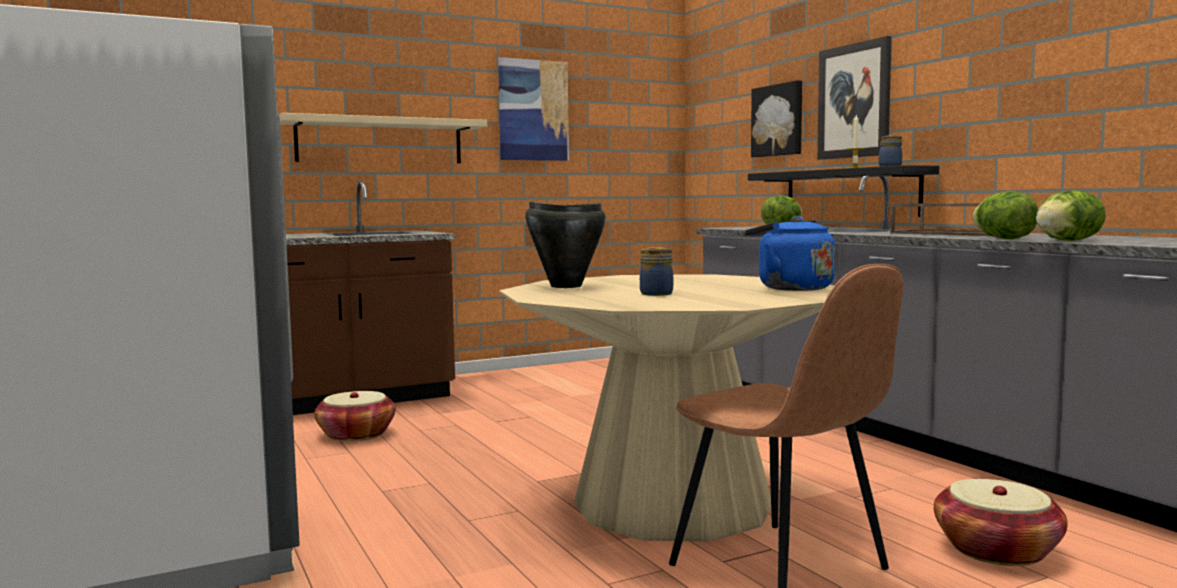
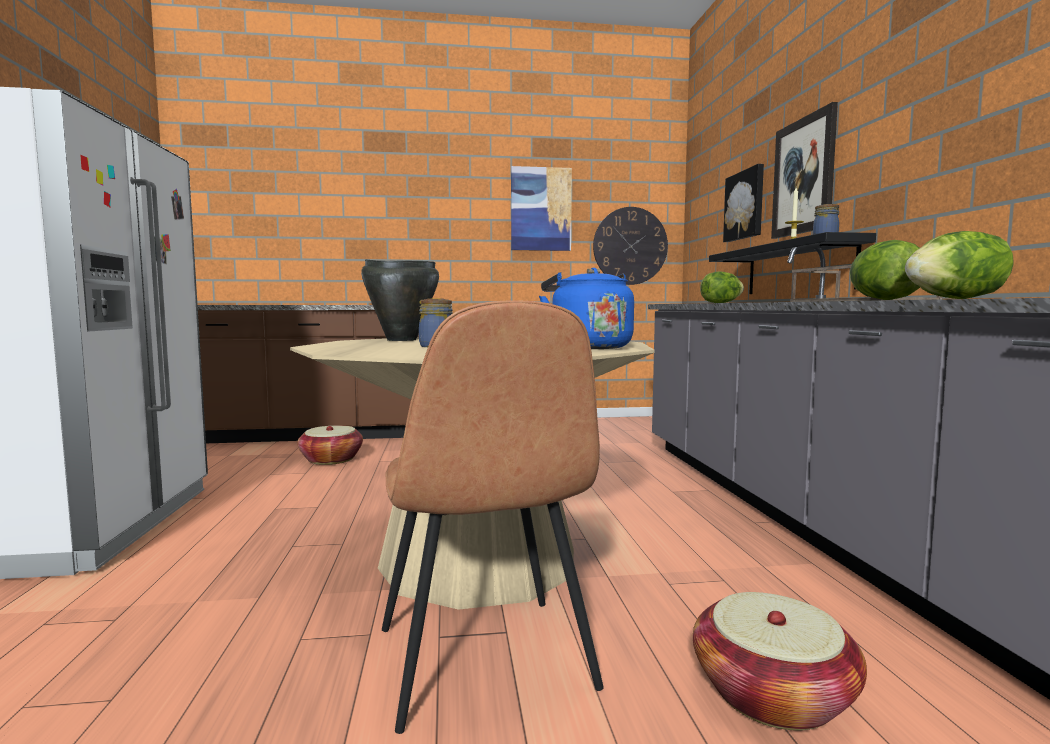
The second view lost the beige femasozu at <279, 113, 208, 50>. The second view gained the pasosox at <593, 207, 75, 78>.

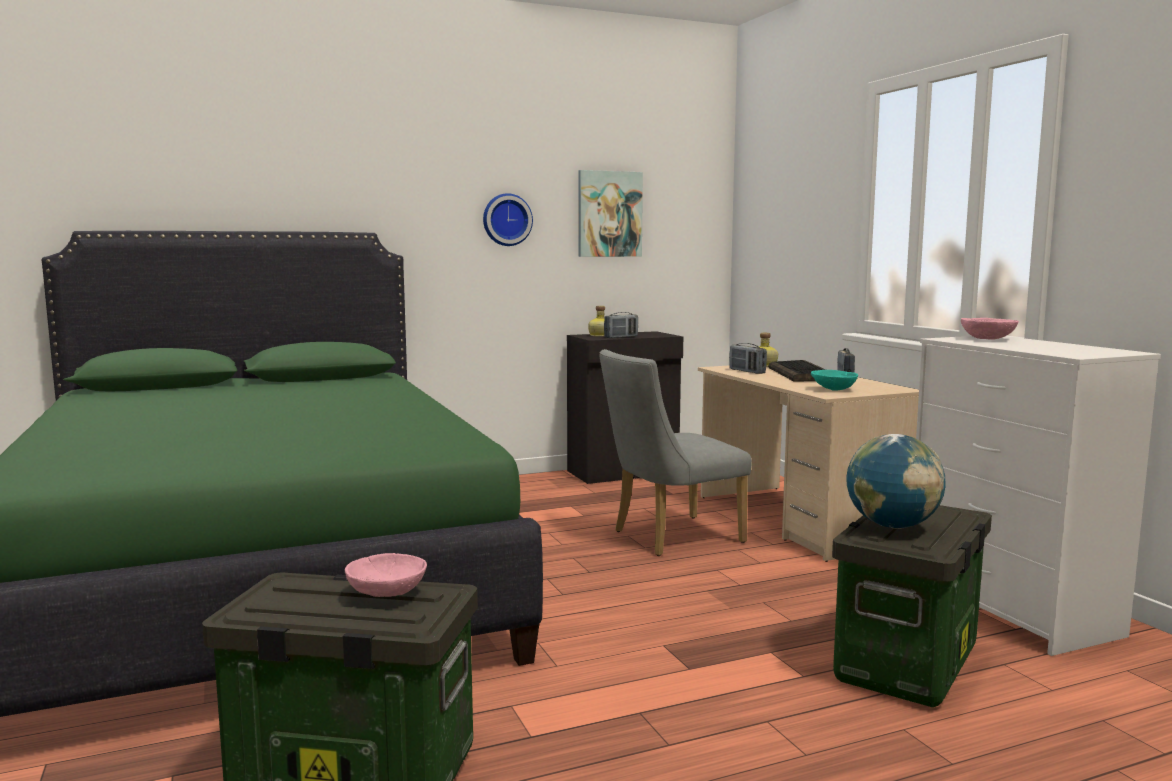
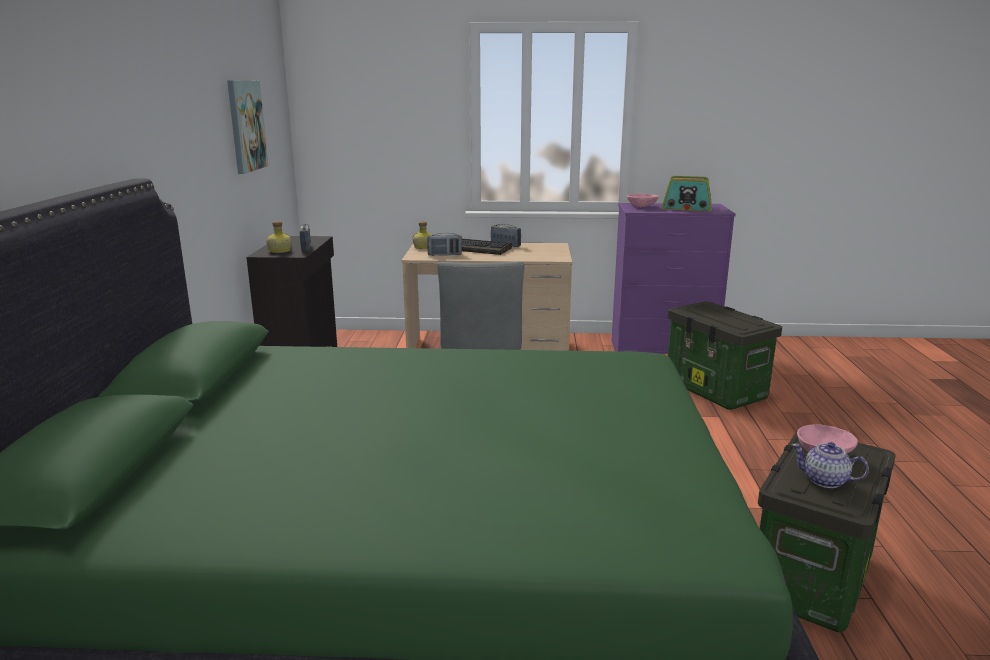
The second view lost the pasosox at <483, 193, 50, 53>. The second view lost the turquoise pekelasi at <811, 370, 47, 21>. The second view lost the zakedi at <846, 434, 100, 95>. What was the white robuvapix at <916, 336, 245, 320> turned into the purple robuvapix at <612, 203, 124, 151>. The second view gained the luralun at <662, 176, 50, 35>. The second view gained the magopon at <791, 442, 78, 46>.

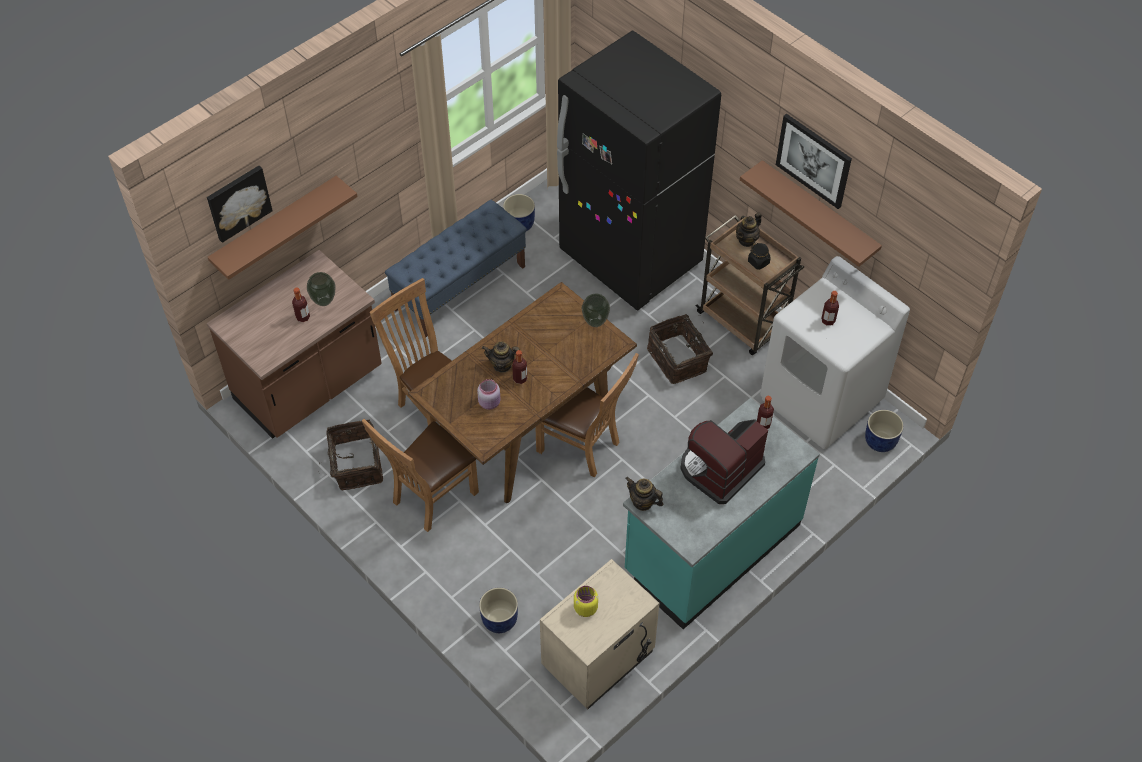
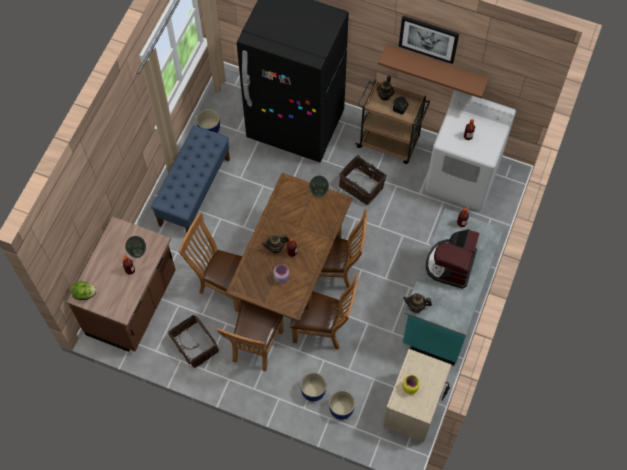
The second view lost the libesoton at <207, 166, 66, 77>. The second view lost the brown femasozu at <208, 176, 149, 104>. The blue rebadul ended up elsewhere, having gone from <865, 410, 39, 42> to <300, 372, 26, 30>. The second view gained the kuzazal at <71, 281, 26, 19>. The second view gained the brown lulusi at <290, 273, 69, 76>.

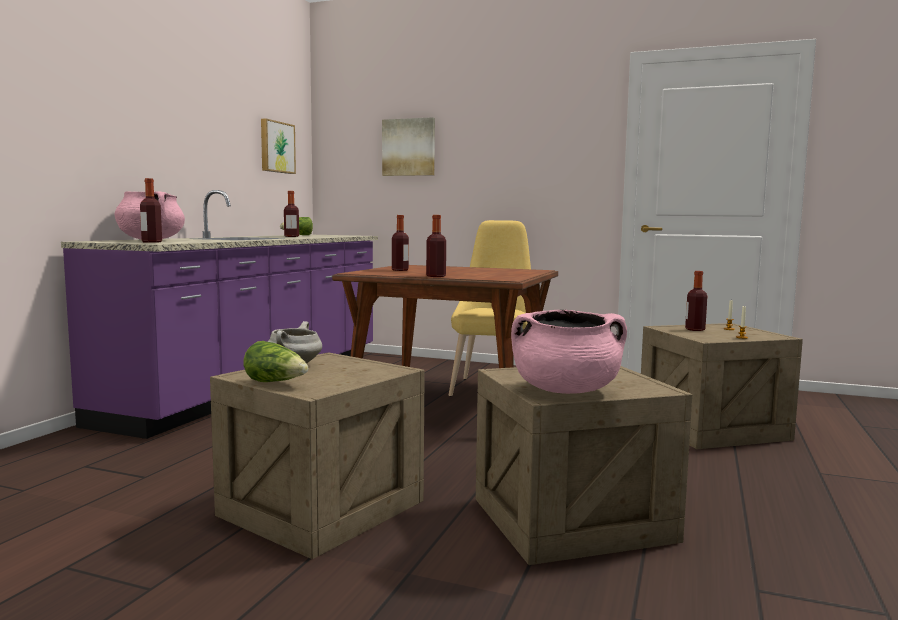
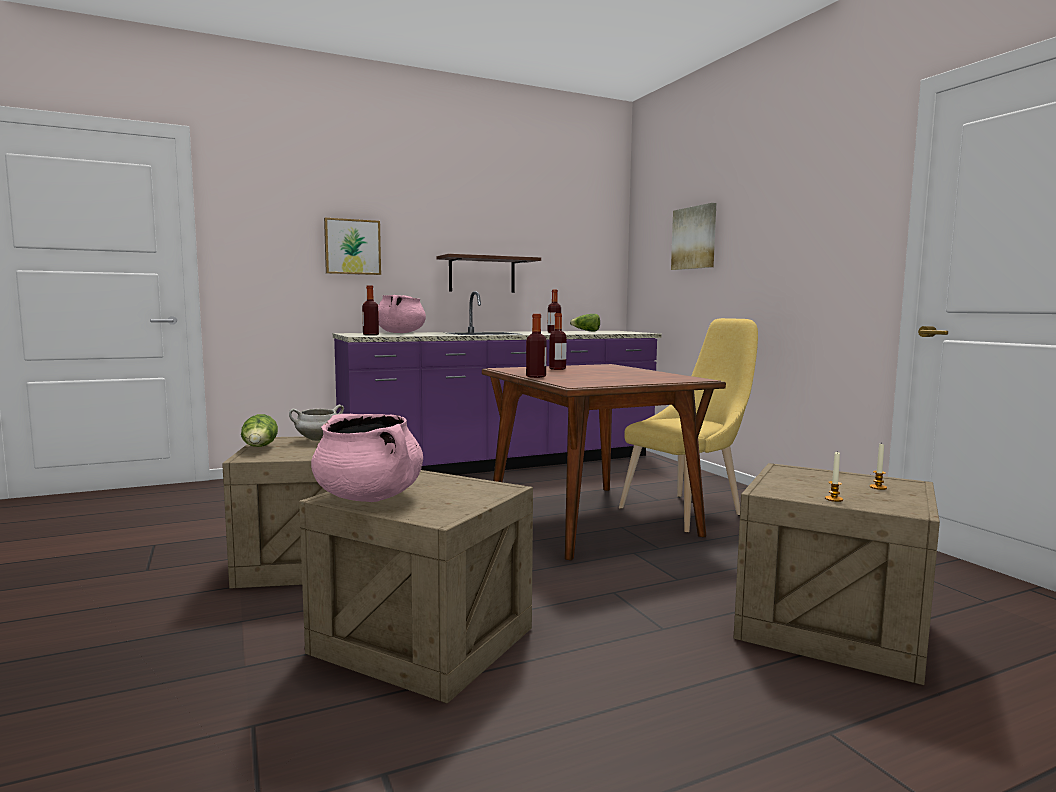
The libesoton ended up elsewhere, having gone from <261, 118, 35, 56> to <324, 218, 57, 57>. The second view lost the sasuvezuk at <685, 271, 22, 60>. The second view gained the brown femasozu at <436, 254, 105, 39>.

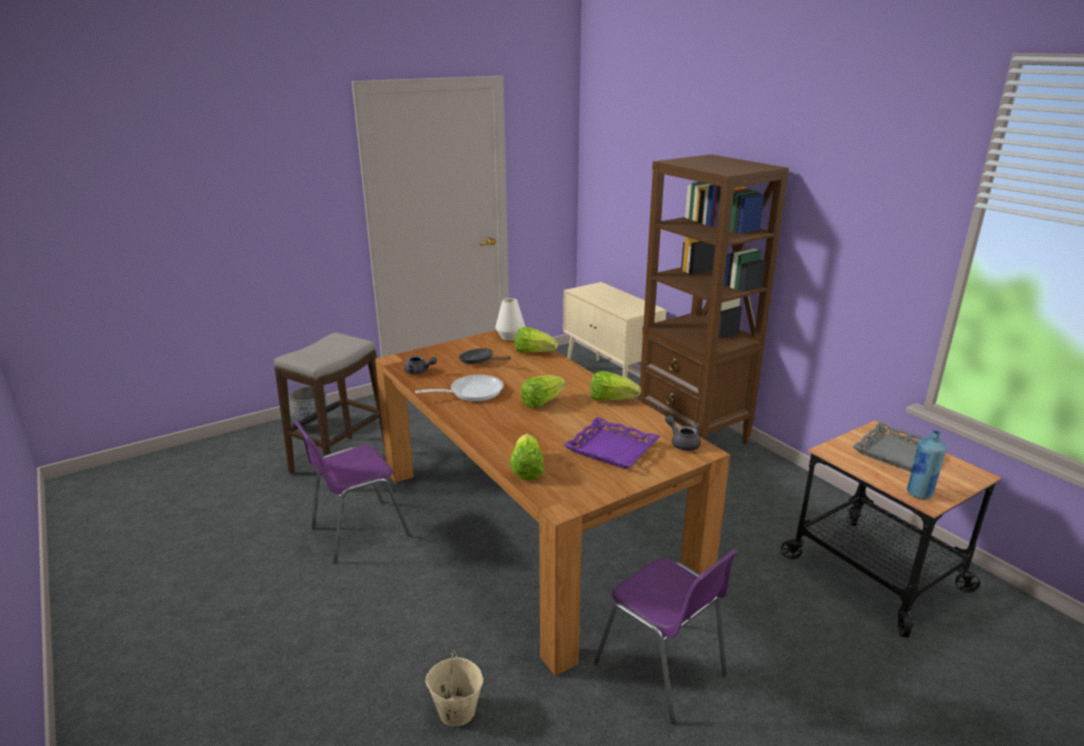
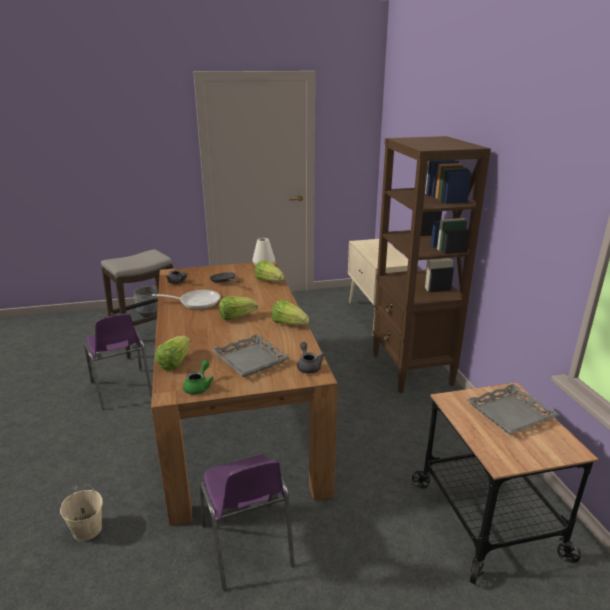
The purple lulusi at <294, 421, 117, 143> ended up facing another way, 105 degrees counterclockwise from before. What was the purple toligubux at <564, 417, 96, 52> turned into the grey toligubux at <212, 334, 78, 43>. The second view lost the blue sasuvezuk at <907, 430, 39, 69>. The second view gained the green magopon at <183, 360, 31, 35>.

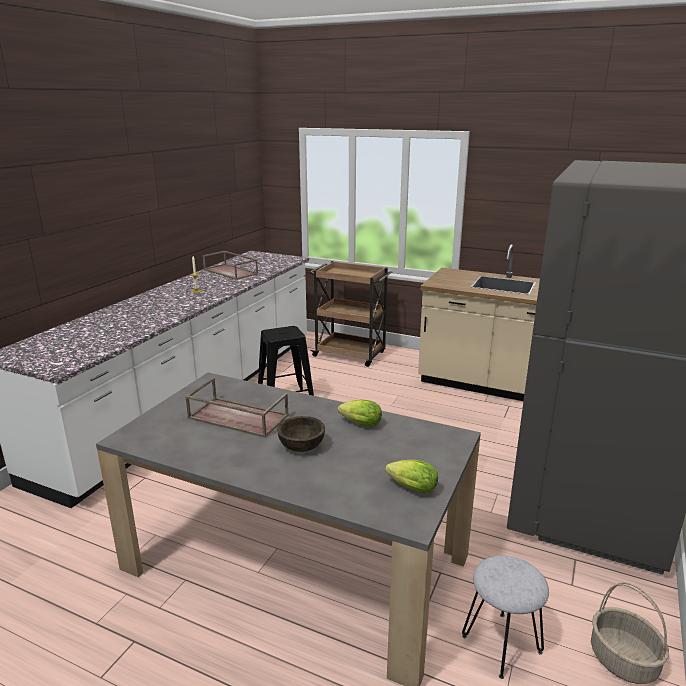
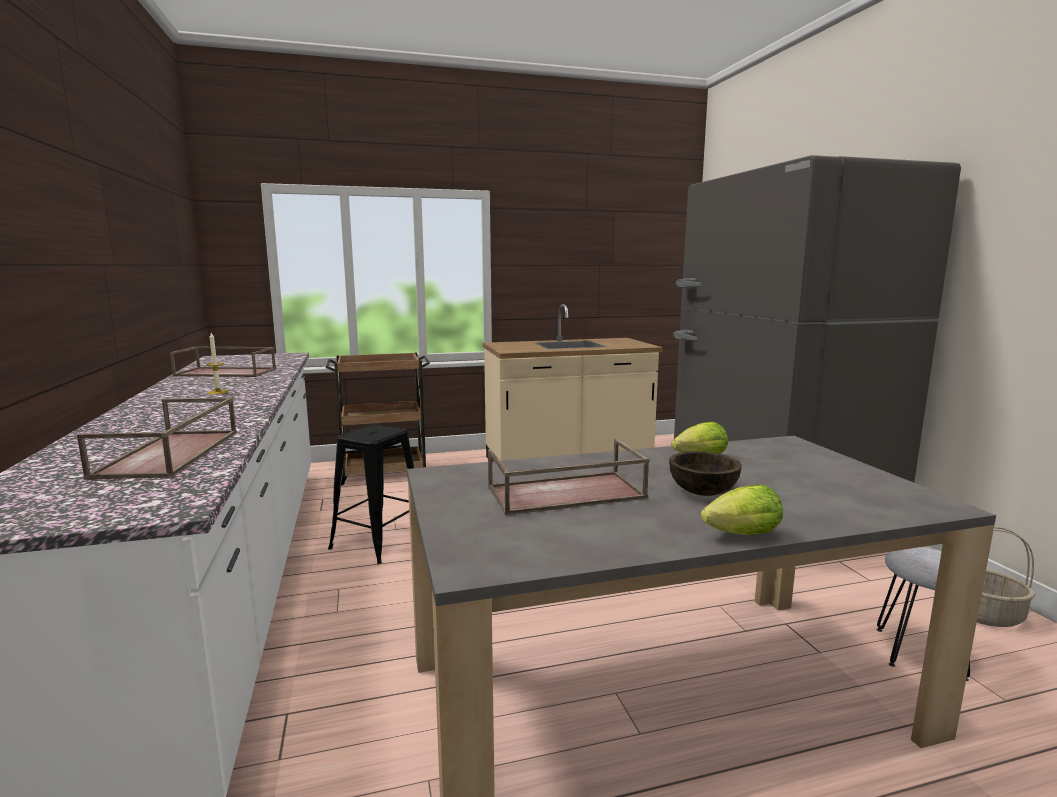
The kuzazal ended up elsewhere, having gone from <385, 460, 53, 34> to <701, 485, 82, 50>. The second view gained the brown toligubux at <77, 398, 160, 82>.

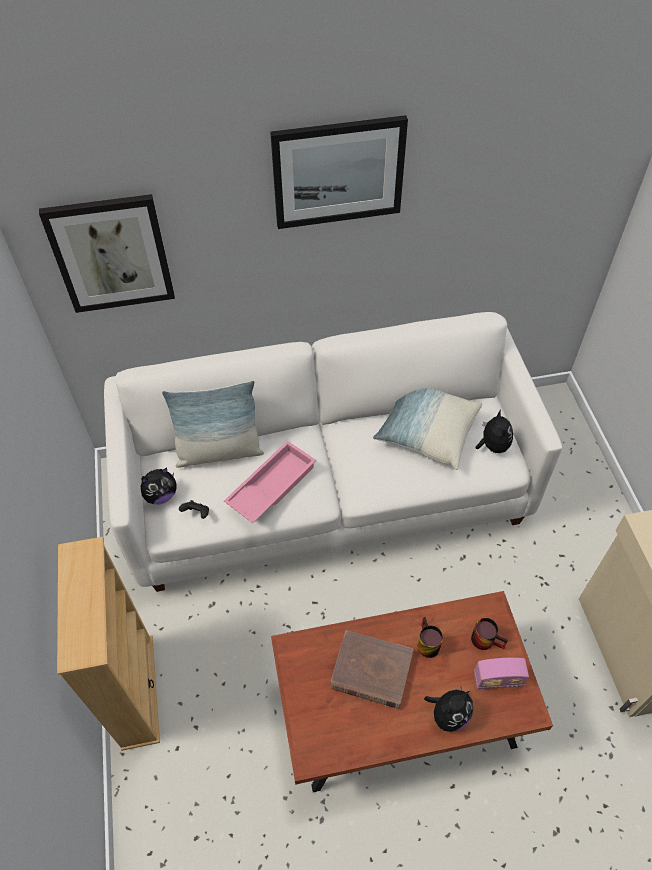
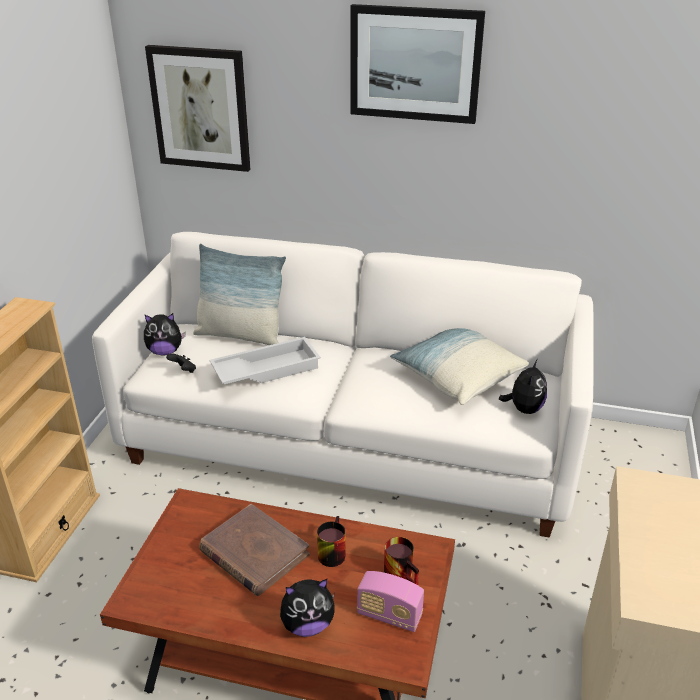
What was the pink toligubux at <224, 440, 92, 83> turned into the white toligubux at <210, 337, 111, 47>.

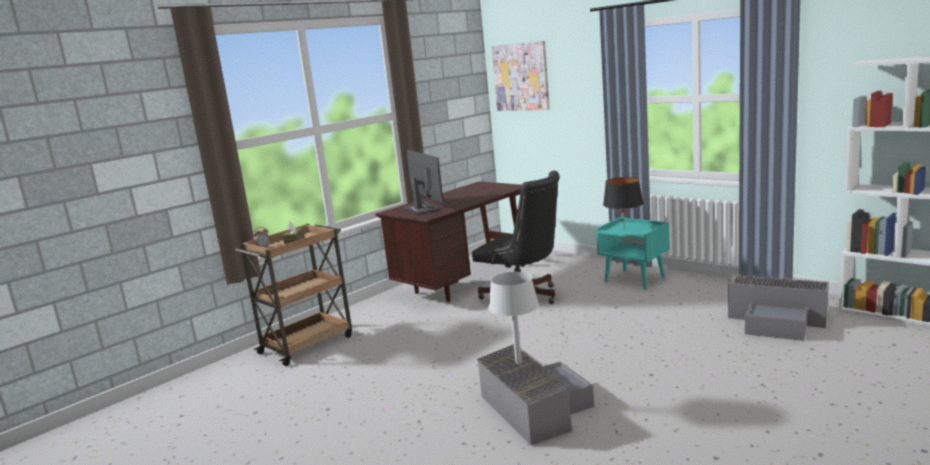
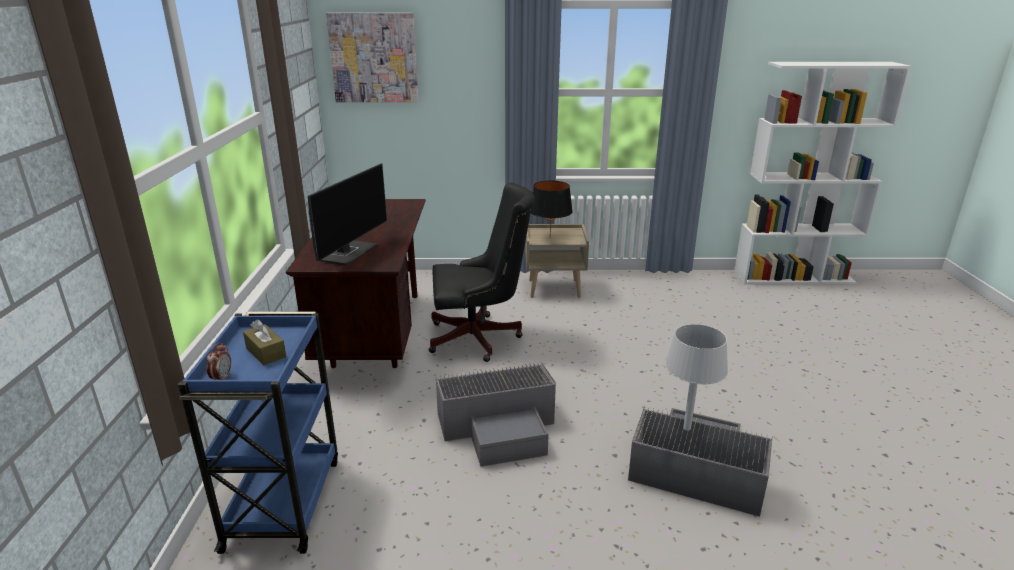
What was the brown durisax at <235, 224, 117, 142> turned into the blue durisax at <178, 312, 160, 242>. The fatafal at <403, 150, 41, 64> ended up facing another way, 90 degrees clockwise from before. What was the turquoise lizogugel at <596, 217, 74, 73> turned into the beige lizogugel at <525, 224, 64, 74>. The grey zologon ended up elsewhere, having gone from <728, 273, 101, 68> to <436, 362, 120, 105>.

